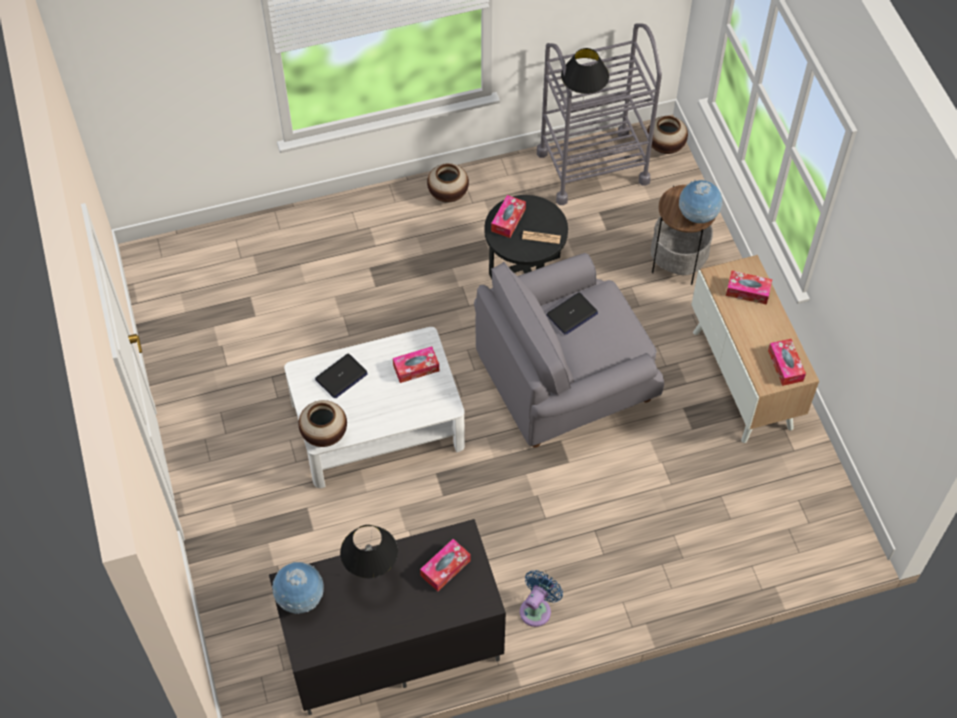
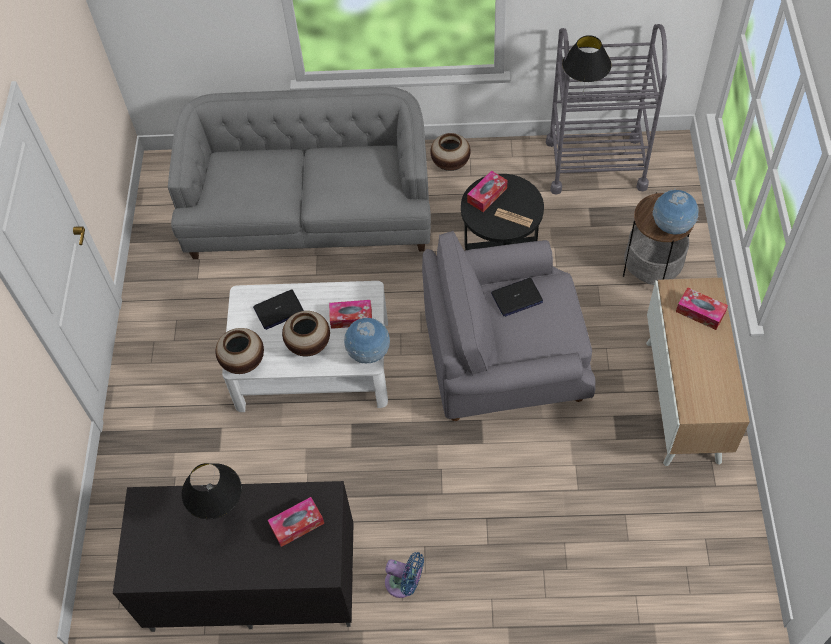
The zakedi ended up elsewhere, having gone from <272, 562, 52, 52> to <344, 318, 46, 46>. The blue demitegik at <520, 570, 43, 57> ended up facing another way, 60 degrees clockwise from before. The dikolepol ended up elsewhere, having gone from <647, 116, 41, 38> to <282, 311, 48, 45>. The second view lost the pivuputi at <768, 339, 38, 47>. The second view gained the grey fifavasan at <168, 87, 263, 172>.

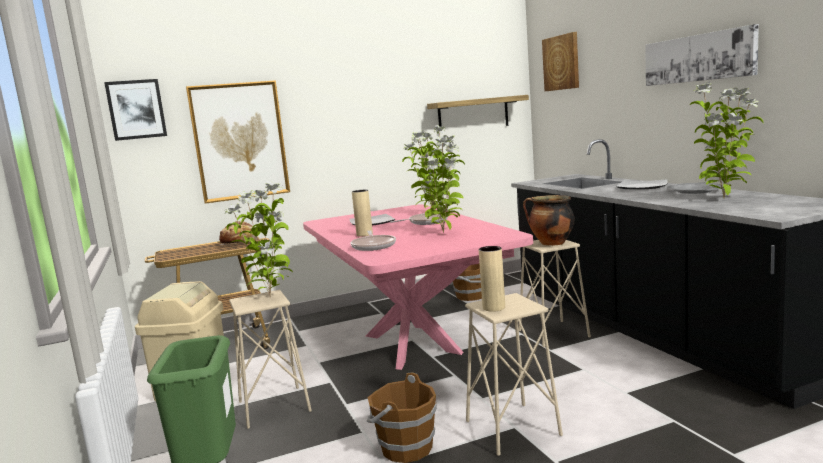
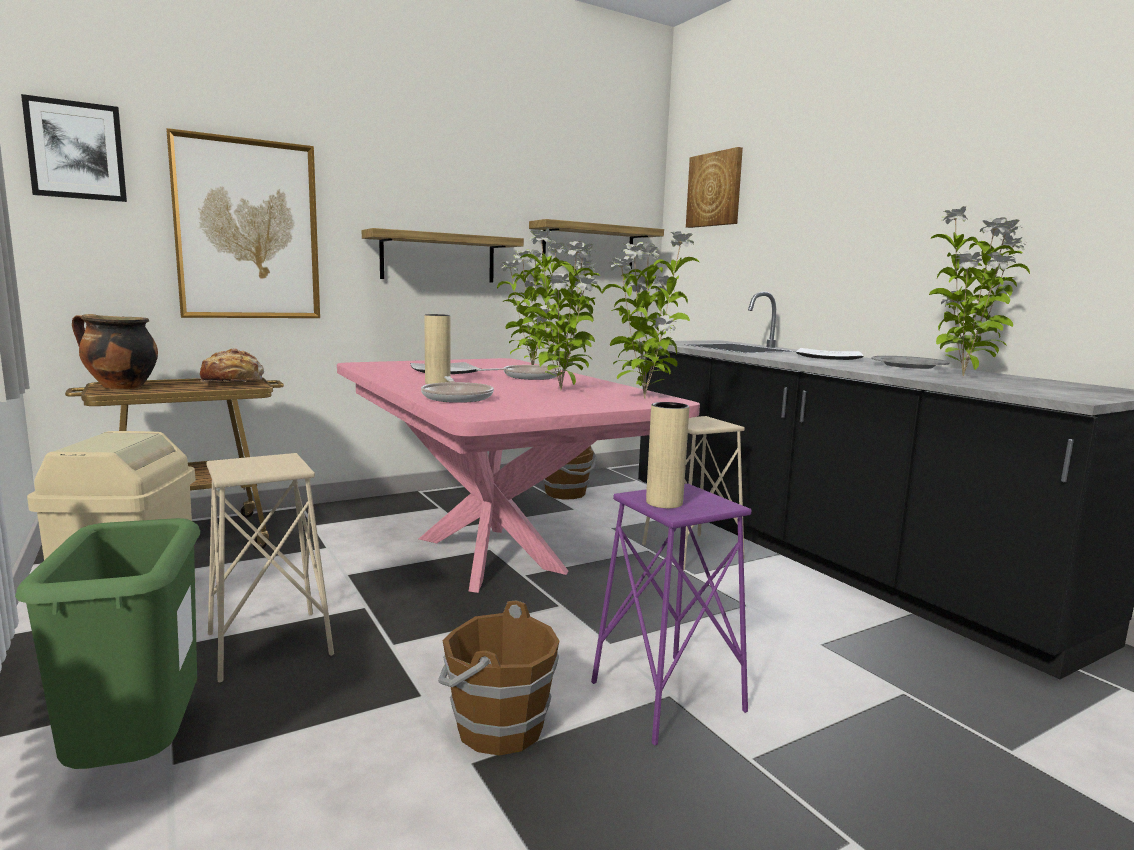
The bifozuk ended up elsewhere, having gone from <225, 182, 68, 116> to <602, 231, 98, 167>. What was the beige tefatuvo at <465, 293, 98, 163> turned into the purple tefatuvo at <591, 484, 160, 262>. The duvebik ended up elsewhere, having gone from <523, 195, 52, 51> to <72, 314, 86, 75>. The second view lost the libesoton at <645, 24, 114, 62>. The second view gained the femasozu at <362, 228, 162, 55>.

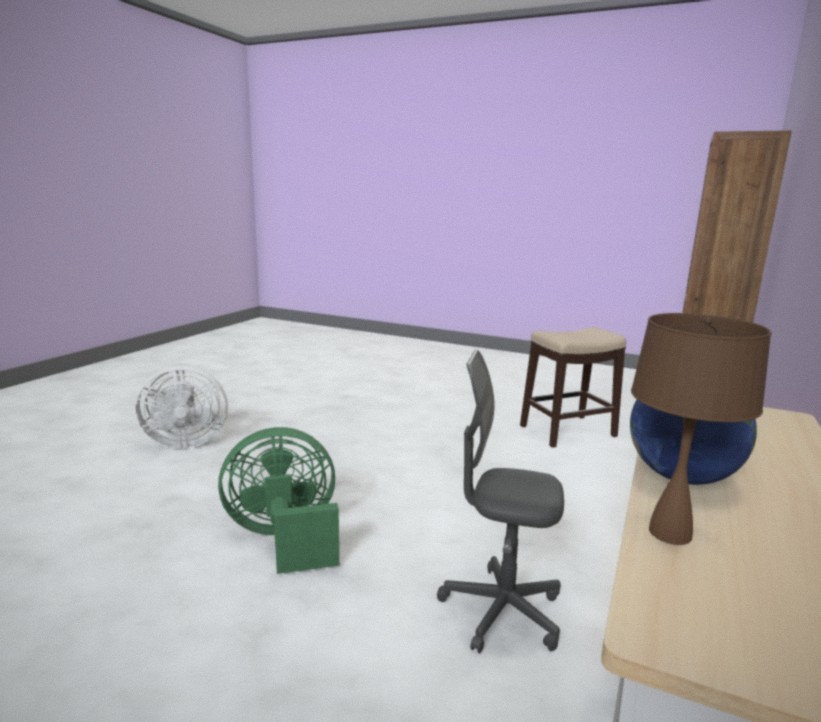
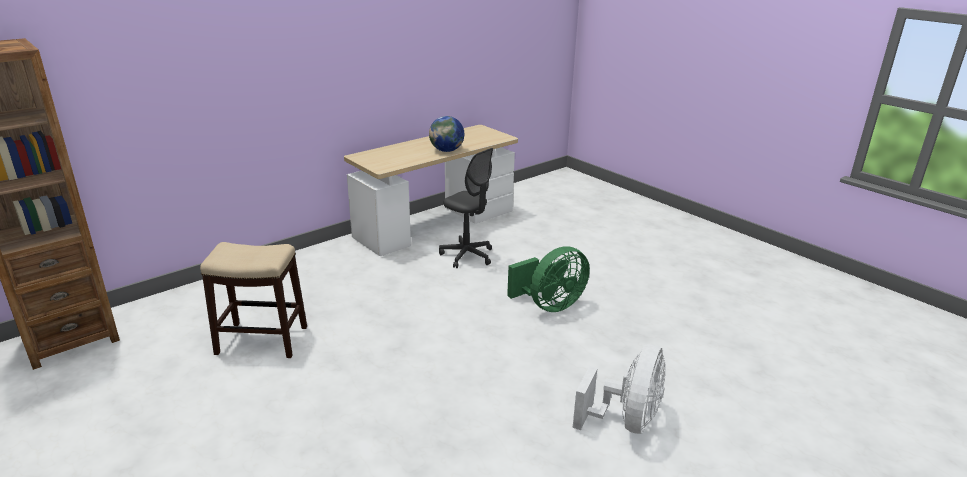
The white demitegik at <136, 365, 92, 83> ended up facing another way, 105 degrees clockwise from before. The green demitegik at <218, 427, 121, 147> ended up facing another way, 45 degrees counterclockwise from before. The second view lost the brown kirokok at <631, 313, 141, 232>.

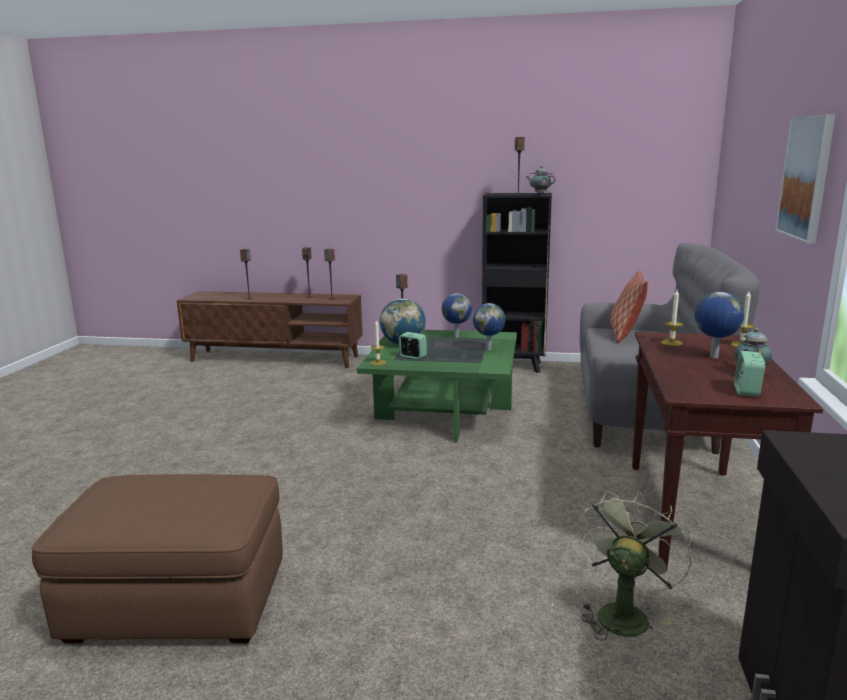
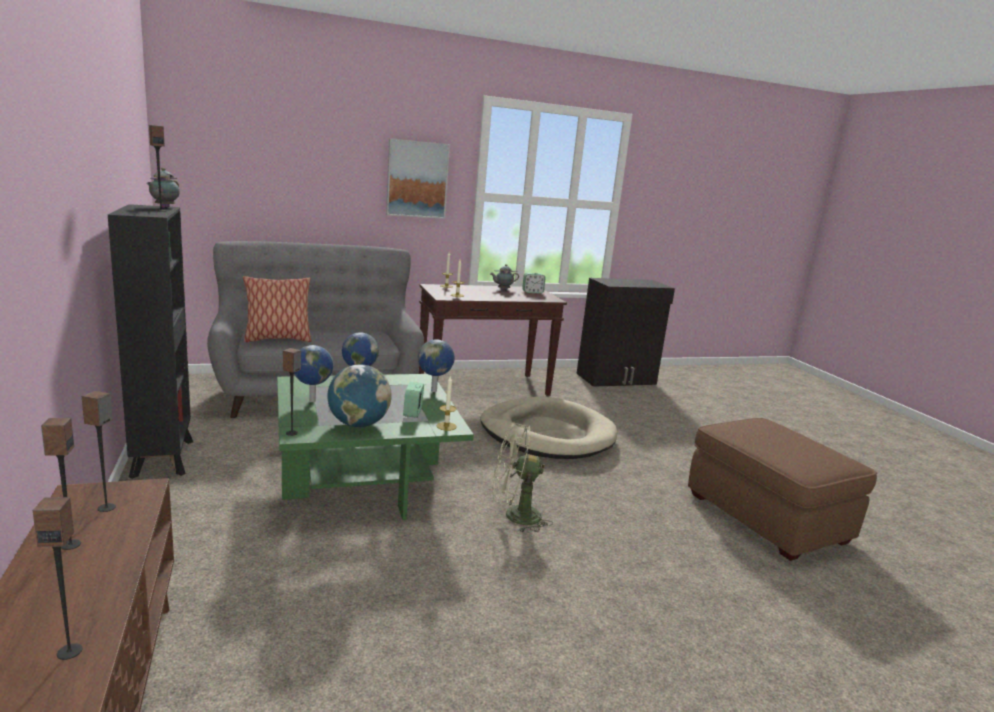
The green demitegik ended up elsewhere, having gone from <577, 490, 115, 151> to <492, 423, 61, 110>. The zakedi ended up elsewhere, having gone from <694, 292, 50, 66> to <418, 339, 37, 53>. The second view gained the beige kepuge at <480, 397, 138, 62>.

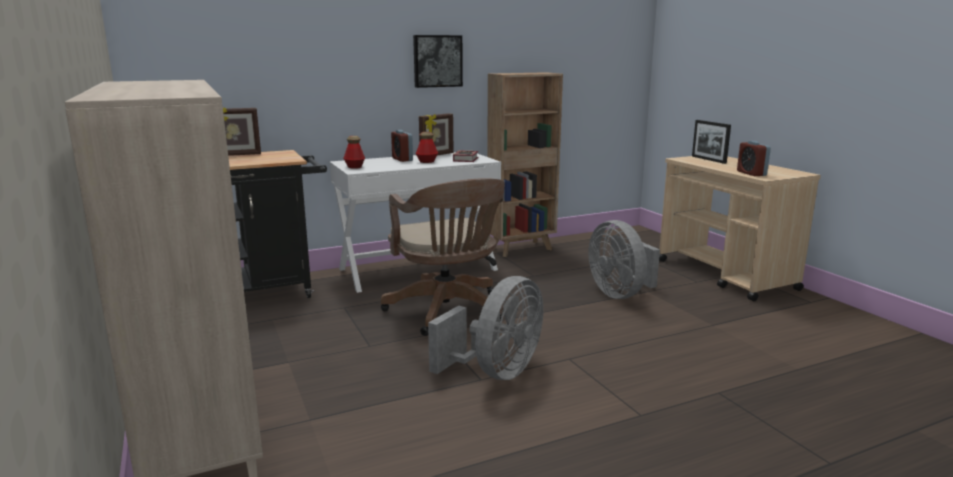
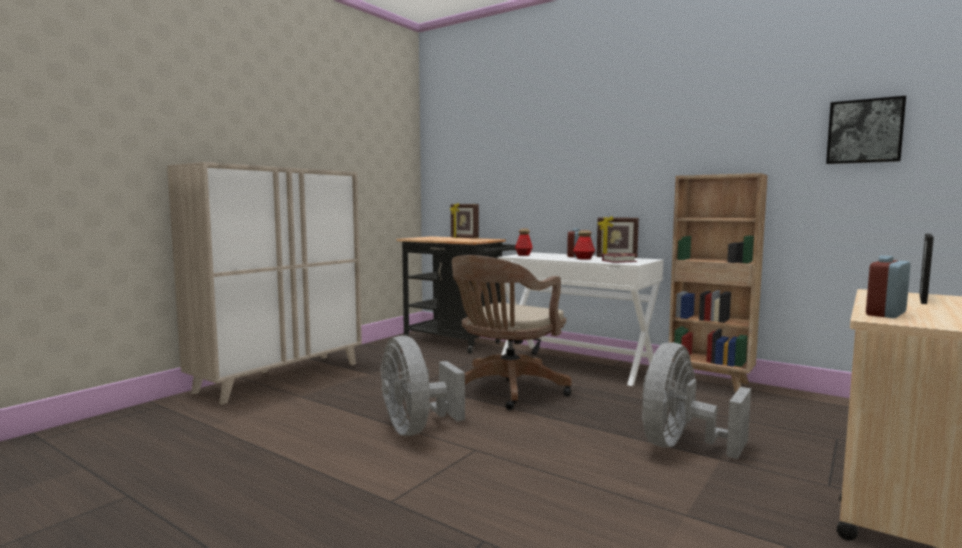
The libesoton ended up elsewhere, having gone from <413, 35, 50, 53> to <826, 96, 80, 68>. The grey demitegik at <428, 276, 115, 104> ended up facing another way, 60 degrees clockwise from before.

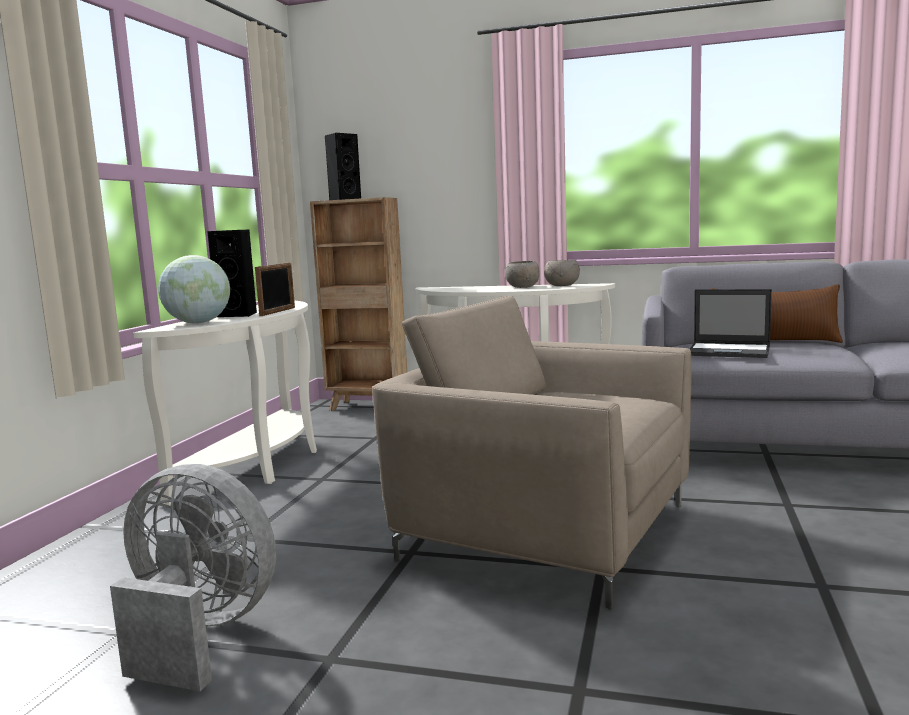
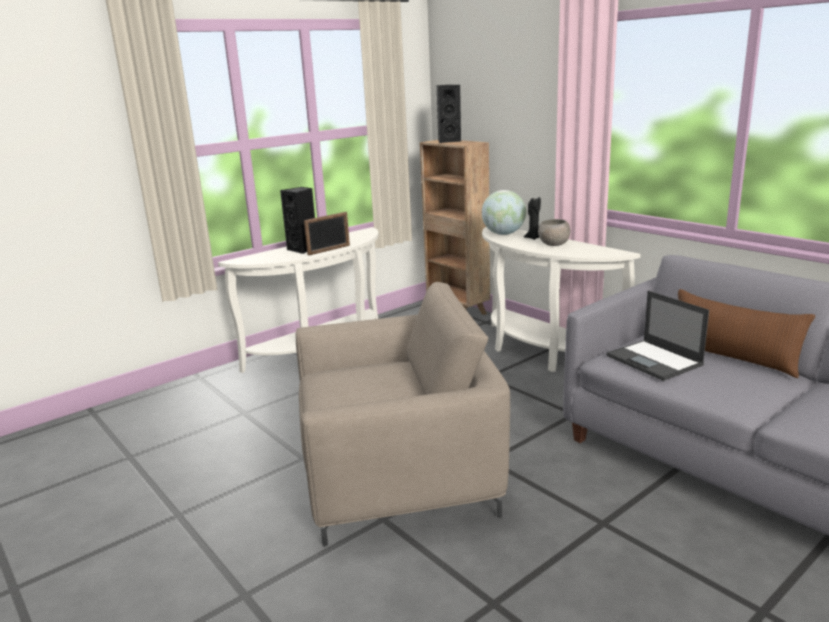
The second view lost the grey demitegik at <110, 464, 166, 227>. The zakedi ended up elsewhere, having gone from <158, 255, 72, 69> to <482, 190, 44, 45>. The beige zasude at <372, 296, 320, 314> ended up facing another way, 105 degrees clockwise from before. The second view lost the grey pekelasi at <544, 260, 36, 26>. The second view gained the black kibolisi at <524, 197, 17, 43>.

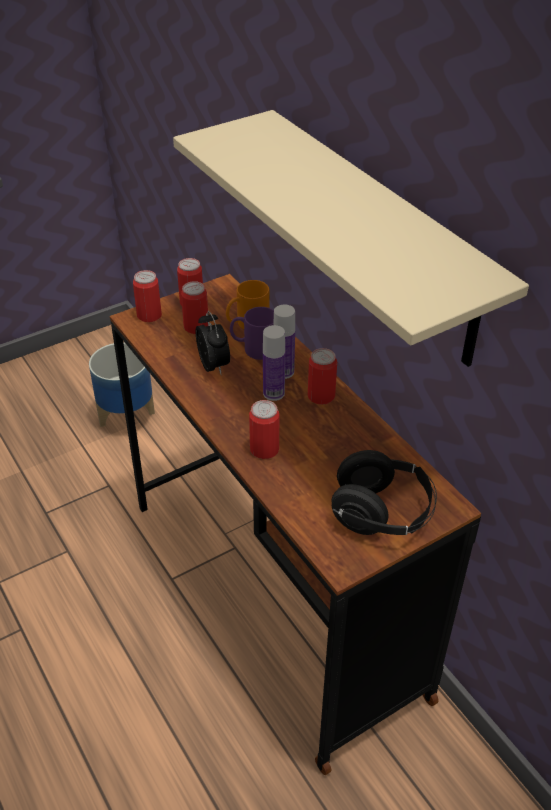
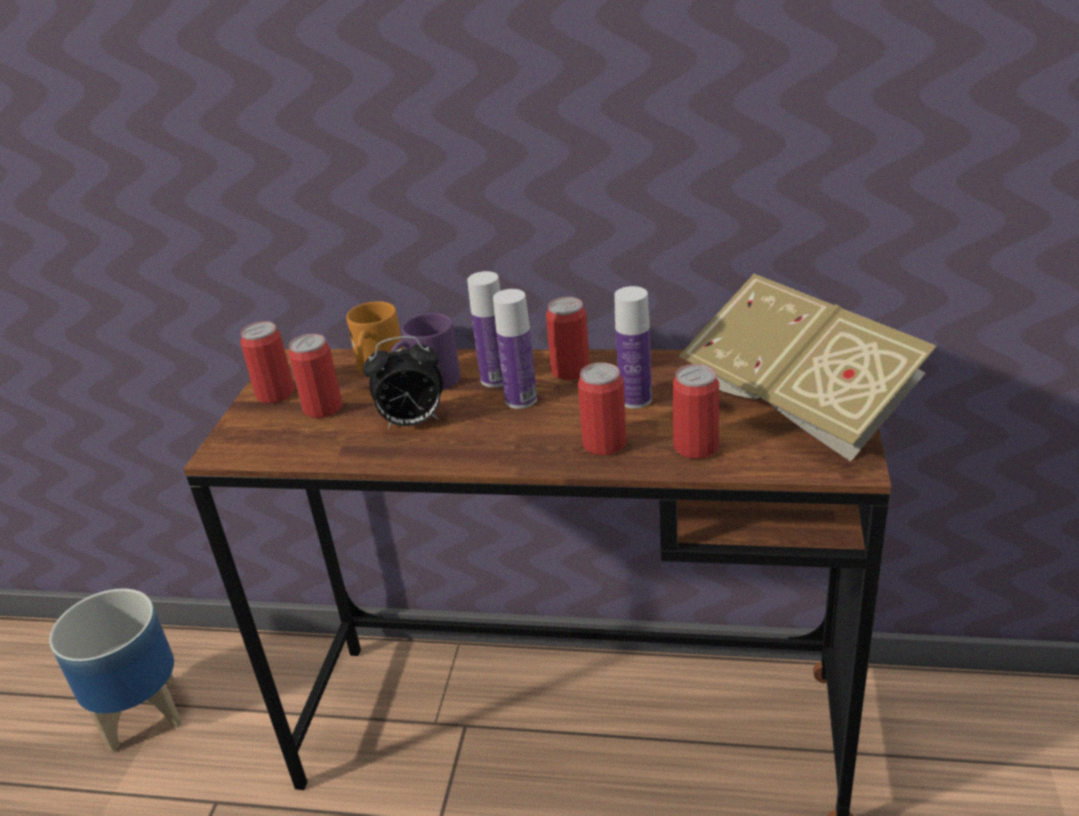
The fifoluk ended up elsewhere, having gone from <133, 270, 29, 52> to <672, 364, 47, 95>. The second view lost the beige femasozu at <173, 110, 356, 257>. The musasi at <196, 311, 34, 63> ended up facing another way, 150 degrees clockwise from before. Where the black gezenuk stood at <332, 450, 105, 85>, the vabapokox came to stand at <679, 274, 258, 188>. The second view gained the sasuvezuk at <614, 286, 38, 123>.

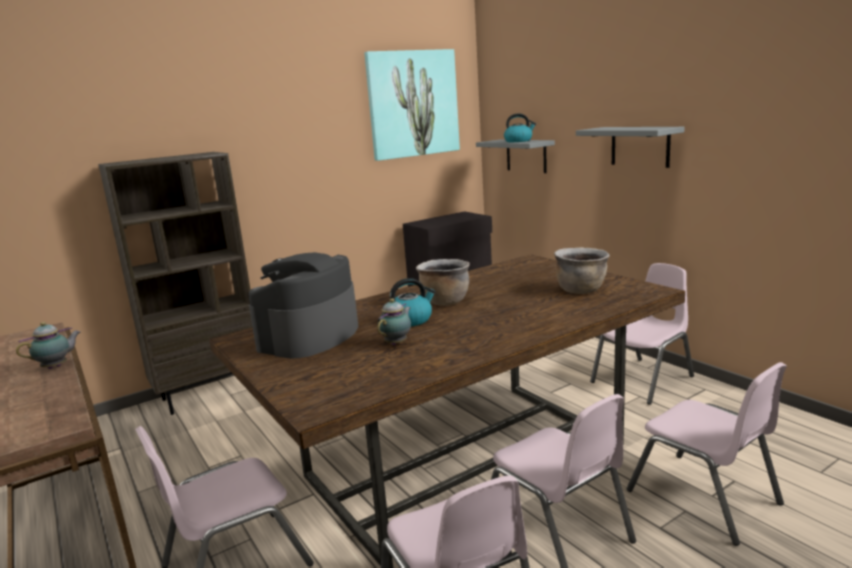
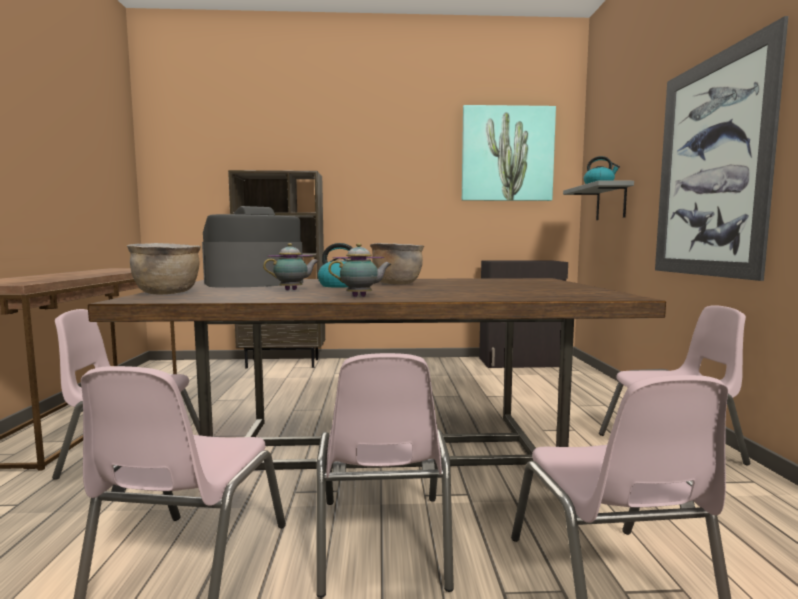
The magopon ended up elsewhere, having gone from <16, 322, 64, 47> to <328, 243, 64, 54>. The brown duvebik ended up elsewhere, having gone from <554, 248, 56, 46> to <127, 243, 74, 51>. Where the grey femasozu hung at <576, 127, 109, 41>, the libesoton came to hang at <655, 16, 133, 265>.

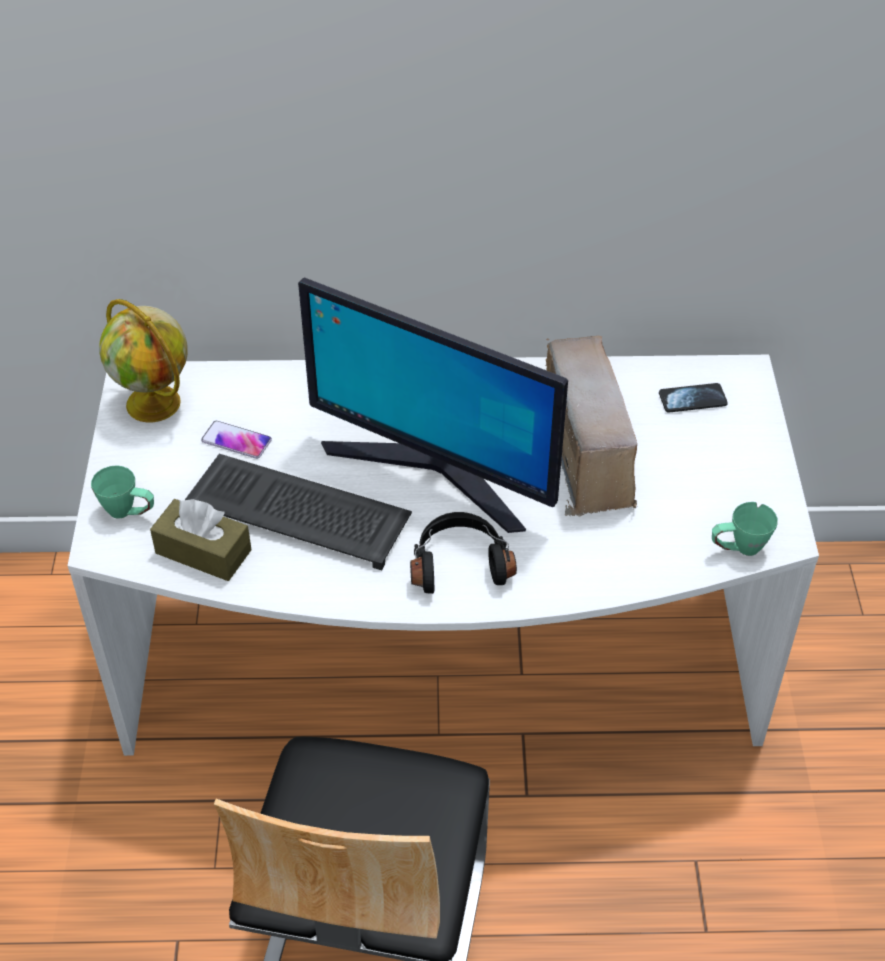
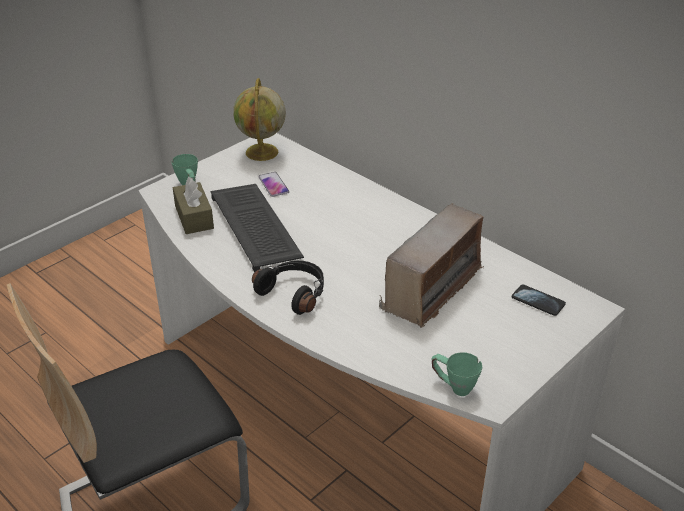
The second view lost the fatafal at <298, 277, 270, 256>.

